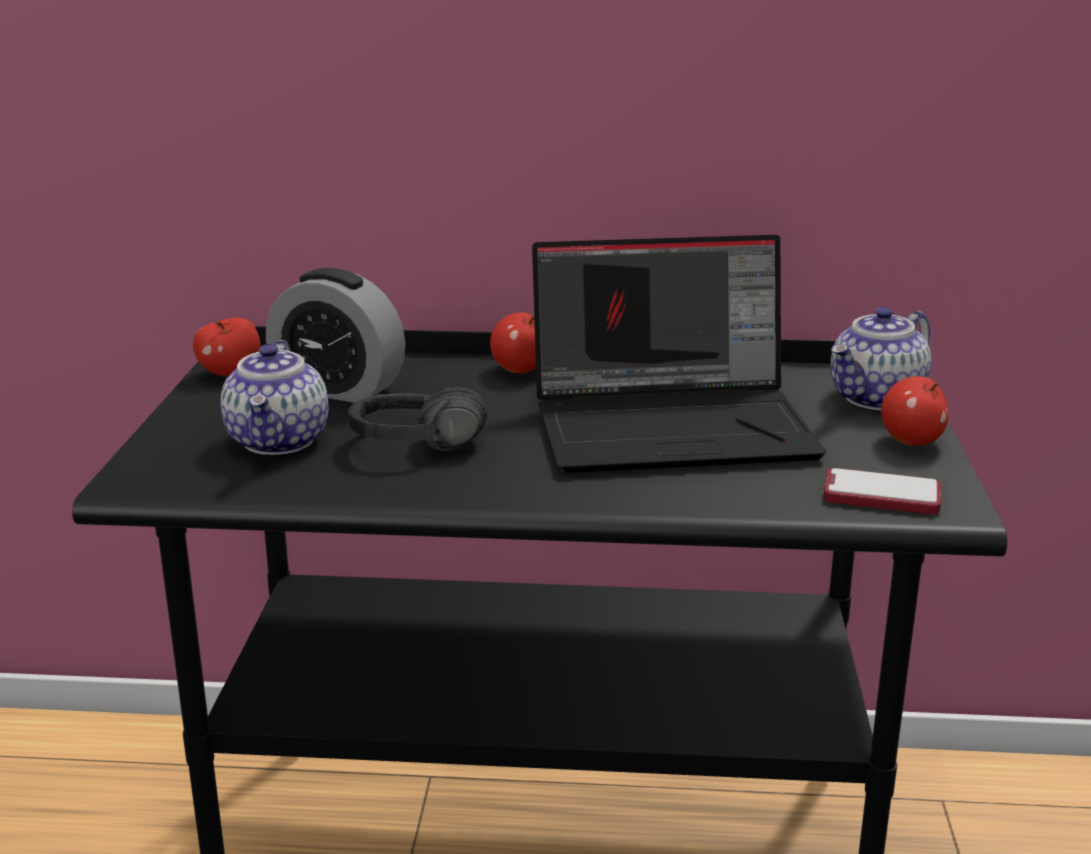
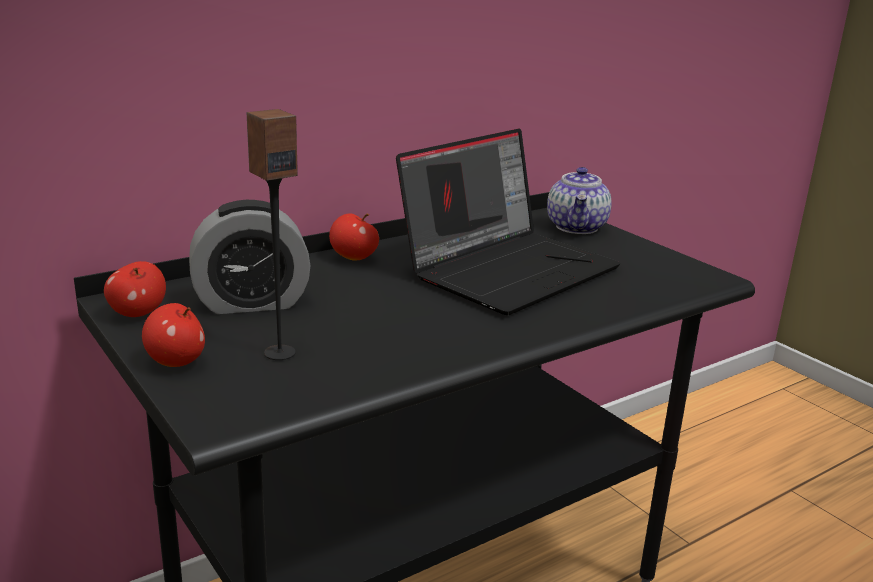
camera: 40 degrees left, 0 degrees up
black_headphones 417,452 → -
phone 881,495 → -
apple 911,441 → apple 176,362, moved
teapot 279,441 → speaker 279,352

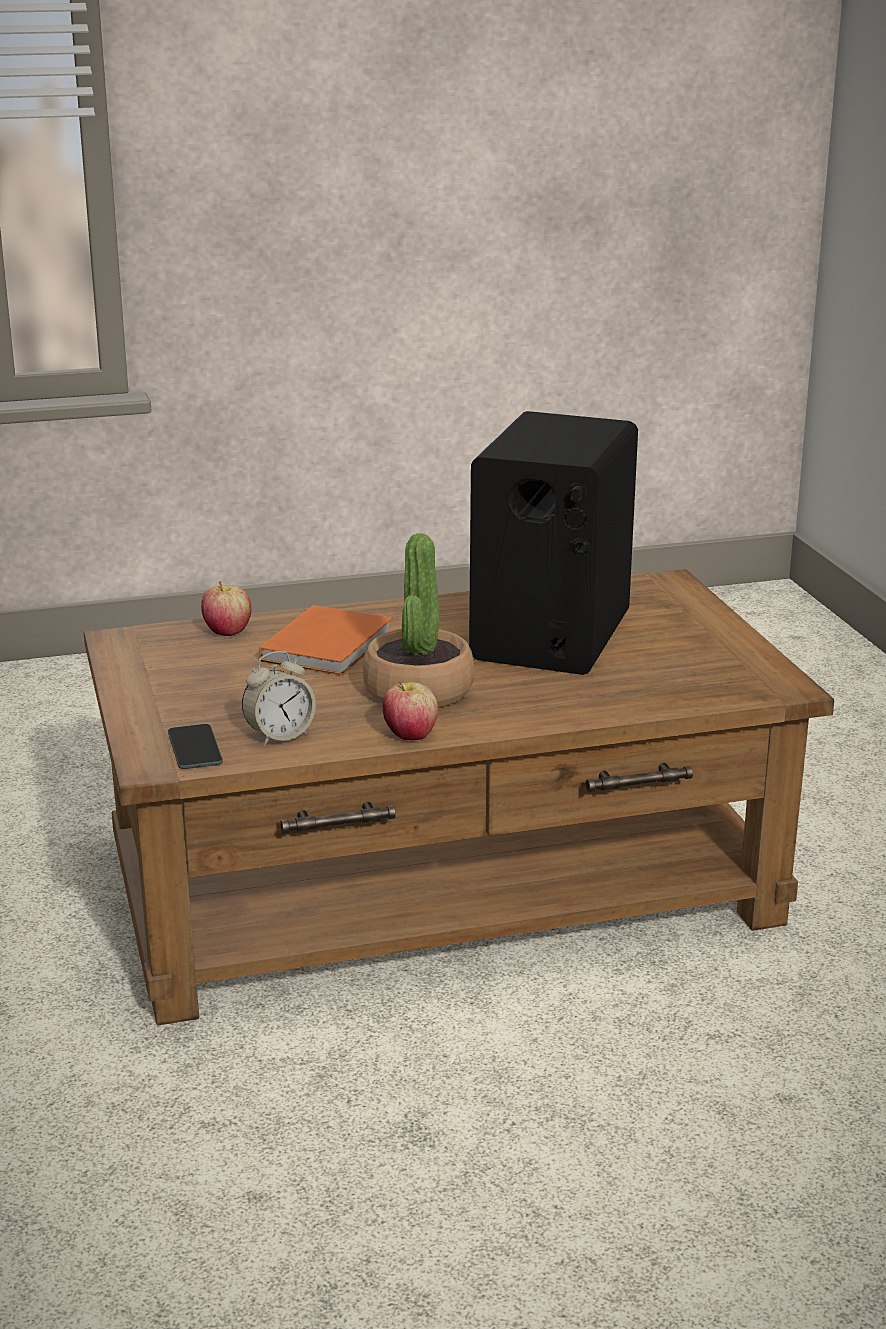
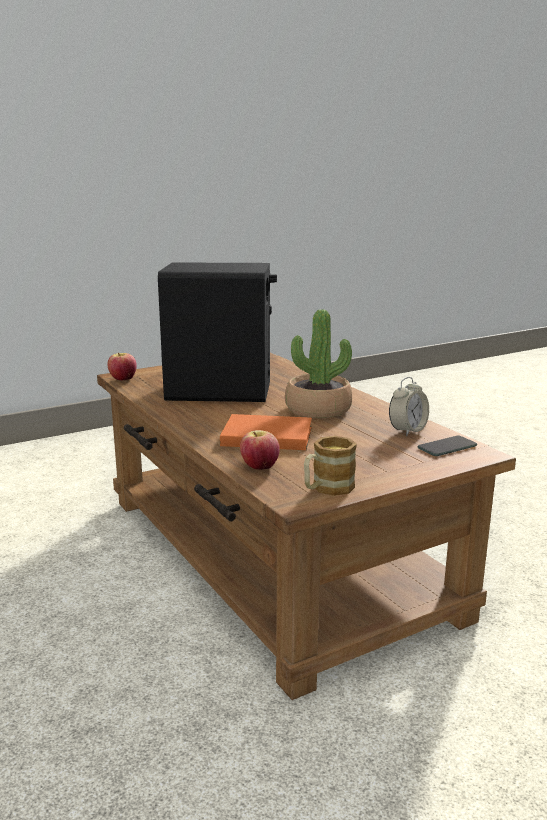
camera: 105 degrees left, 5 degrees down
- → mug 327,489
apple 410,735 → apple 123,379, moved
alarm_clock 279,735 → alarm_clock 407,430, 90 degrees clockwise

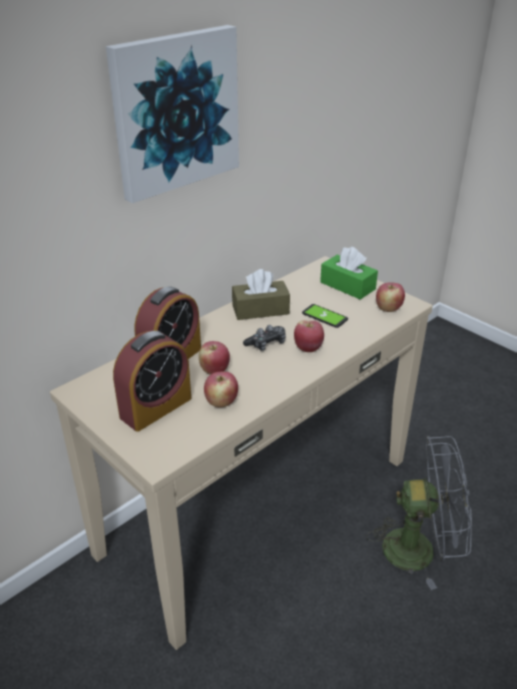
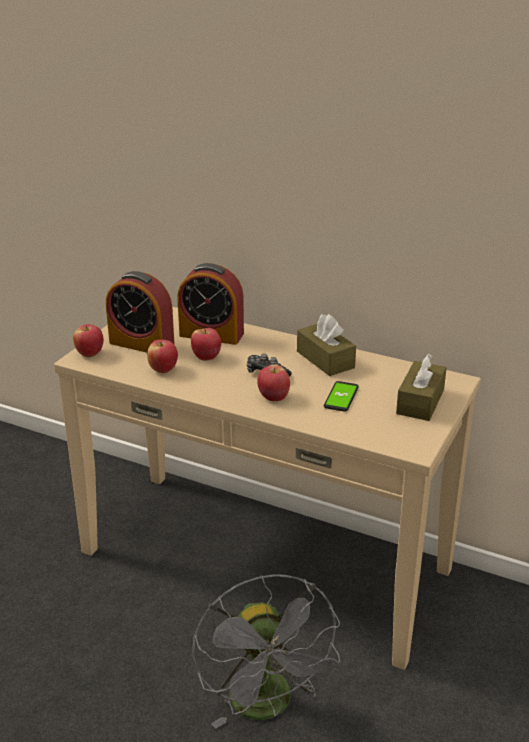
camera: 70 degrees right, 5 degrees down
picture 176,112 → -
apple 388,309 → apple 89,354, moved
green_tissue_box 347,286 → brown_tissue_box 420,401

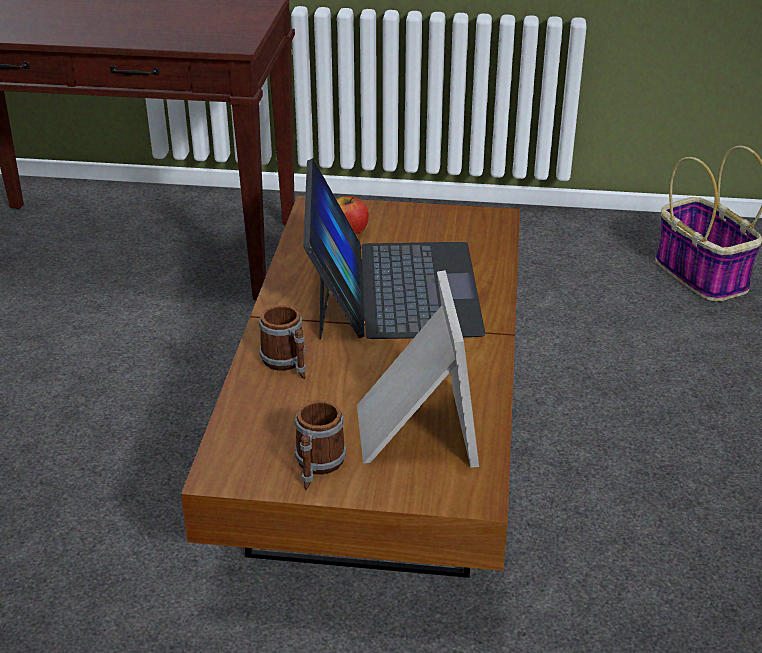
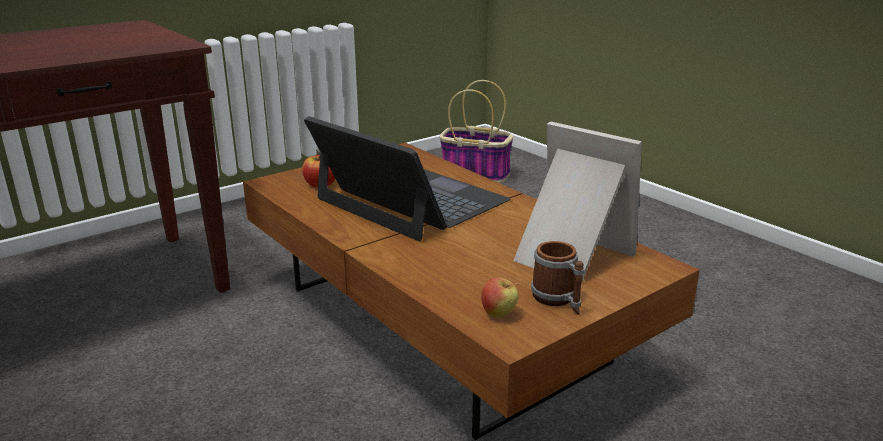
camera: 45 degrees left, 10 degrees down
mug 287,363 → -
- → apple 499,314

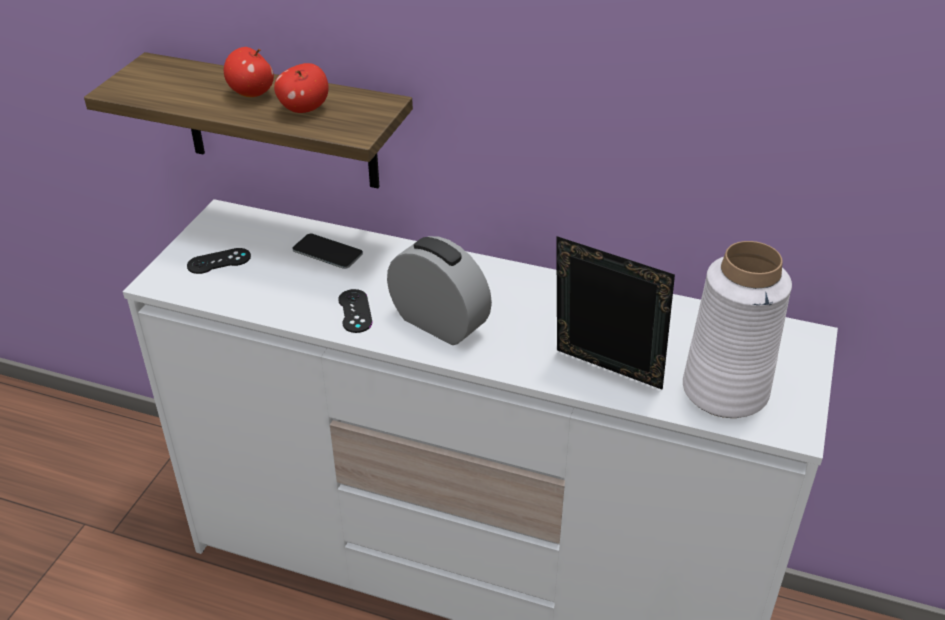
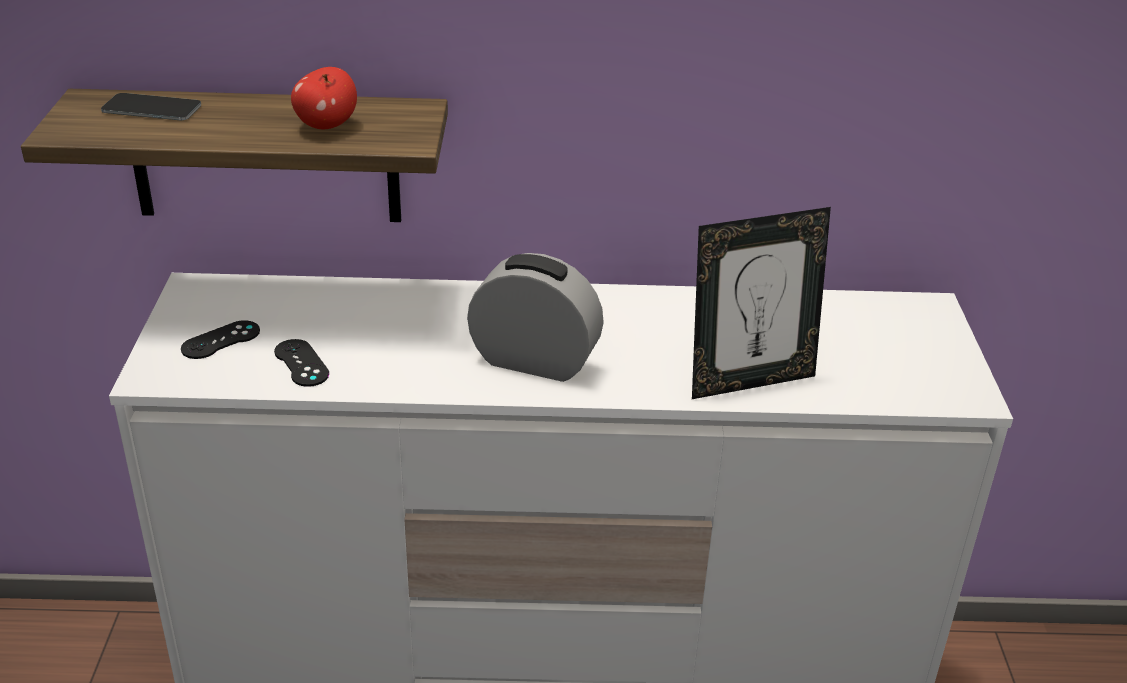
camera: 20 degrees left, 5 degrees down
apple 251,93 → -
white_vase 725,390 → -
phone 327,252 → phone 151,108, moved
black_game_controller 355,311 → black_game_controller 301,363, moved
picture_frame 604,375 → picture_frame 749,381, 150 degrees clockwise

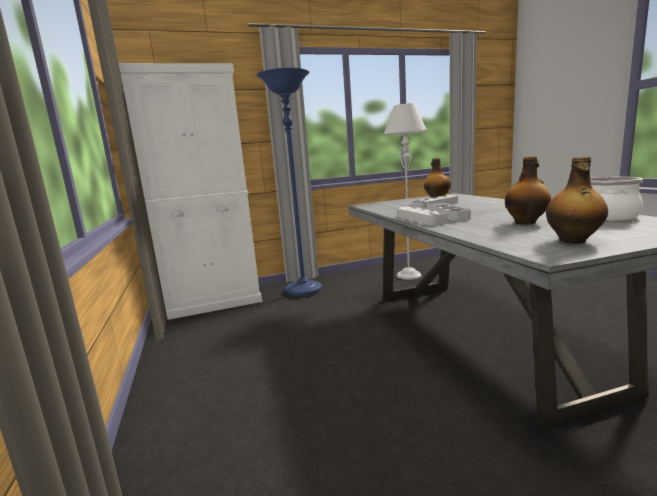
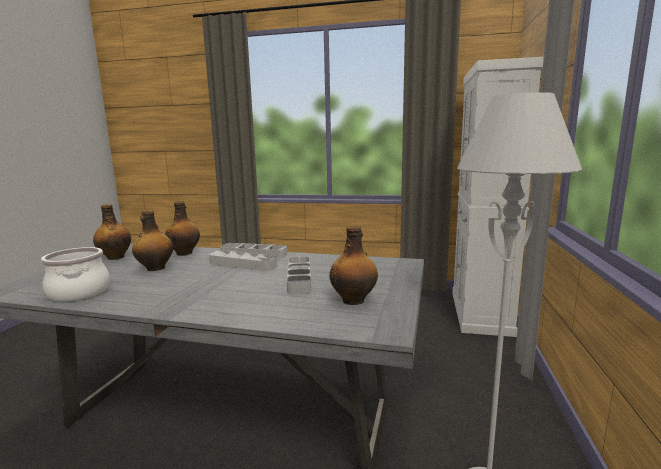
camera: 120 degrees right, 0 degrees up
blue_floor_lamp 304,290 → -
- → bottle 185,253

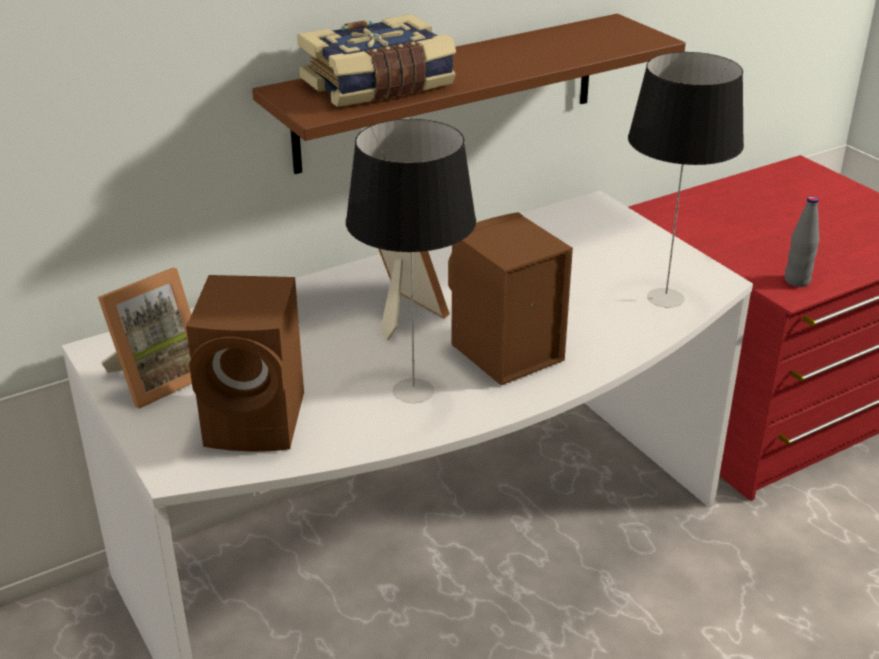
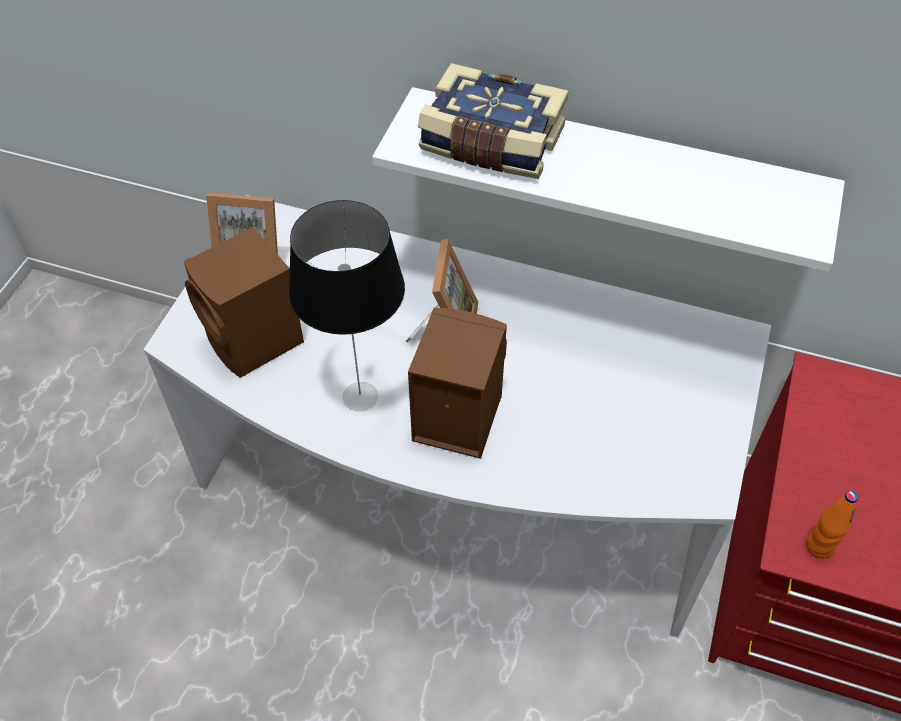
camera: 50 degrees right, 20 degrees up
table_lamp 666,297 → -
brown_shelf 449,92 → white_shelf 612,168
grey_bottle 797,281 → orange_bottle 819,546

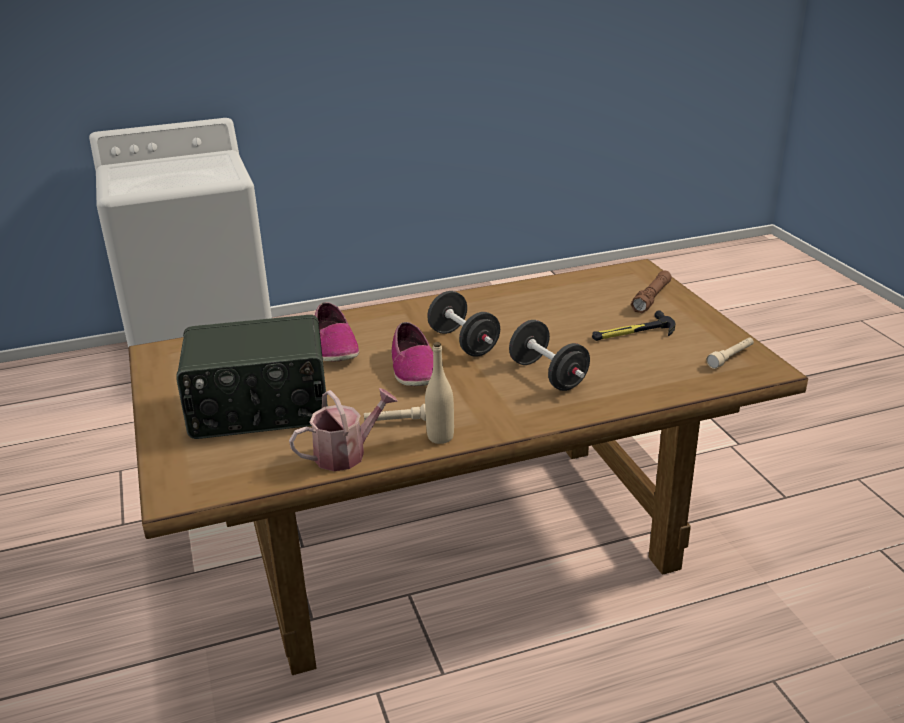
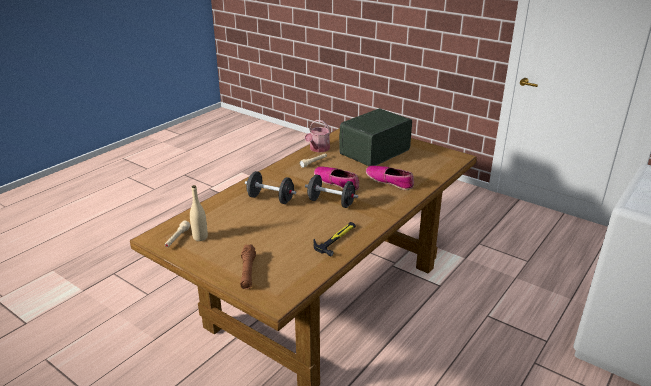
camera: 145 degrees right, 0 degrees up
beige_bottle 440,437 → beige_bottle 200,237, moved
hammer 632,332 → hammer 336,239, moved

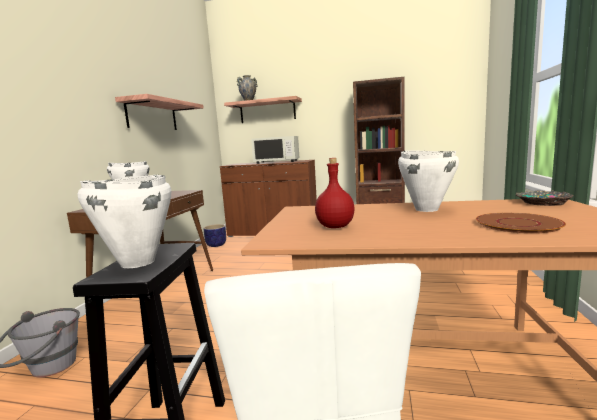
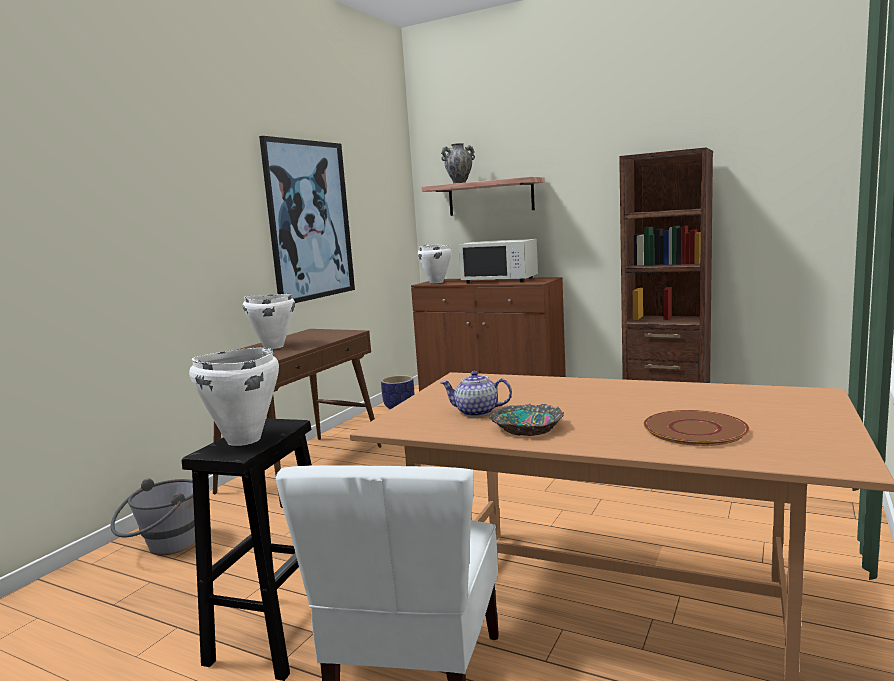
camera: 15 degrees right, 0 degrees up
white_cooking_pot 426,209 → white_cooking_pot 436,282, moved
bowl 542,202 → bowl 527,426, moved
shelf 152,115 → picture 310,220
red_bottle 336,226 → teapot 476,412

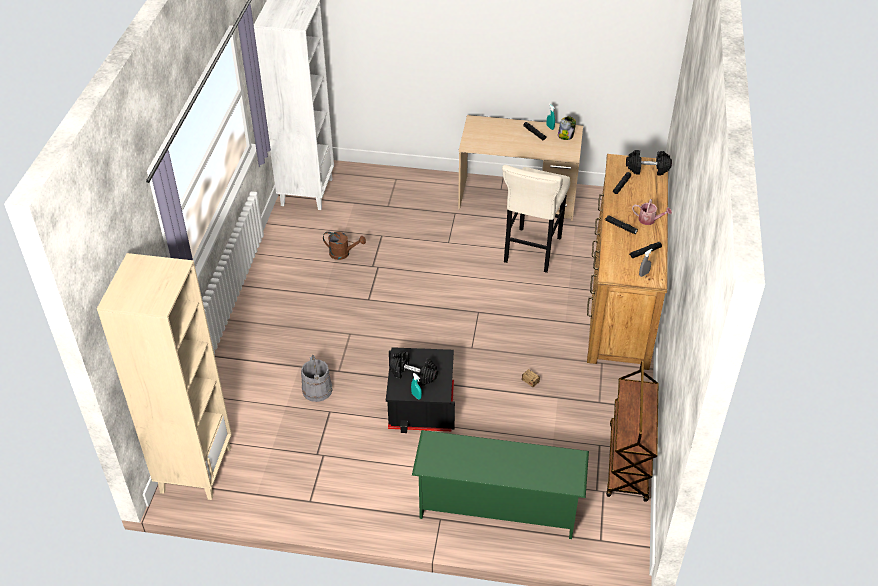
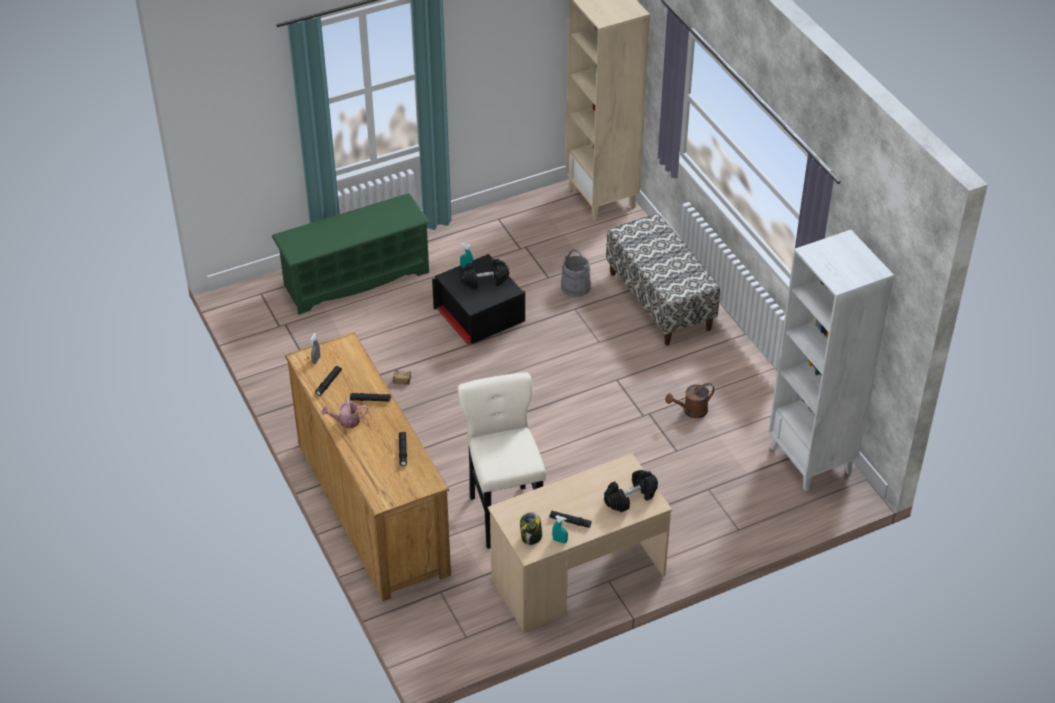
camera: 145 degrees right, 0 degrees up
brown_cart 628,463 → -
- → bench 660,301
black_dumbbell 647,169 → black_dumbbell 630,497, moved

